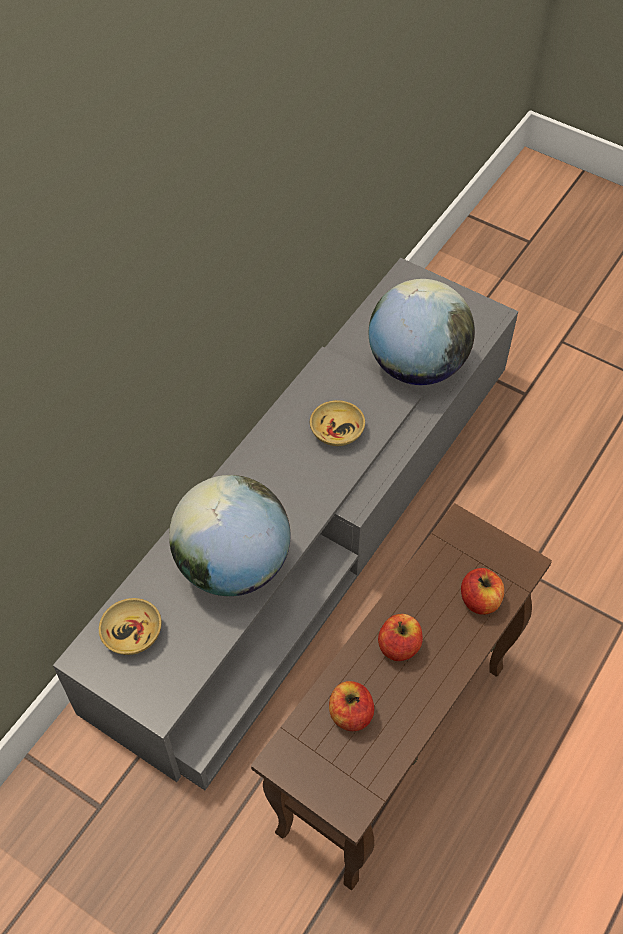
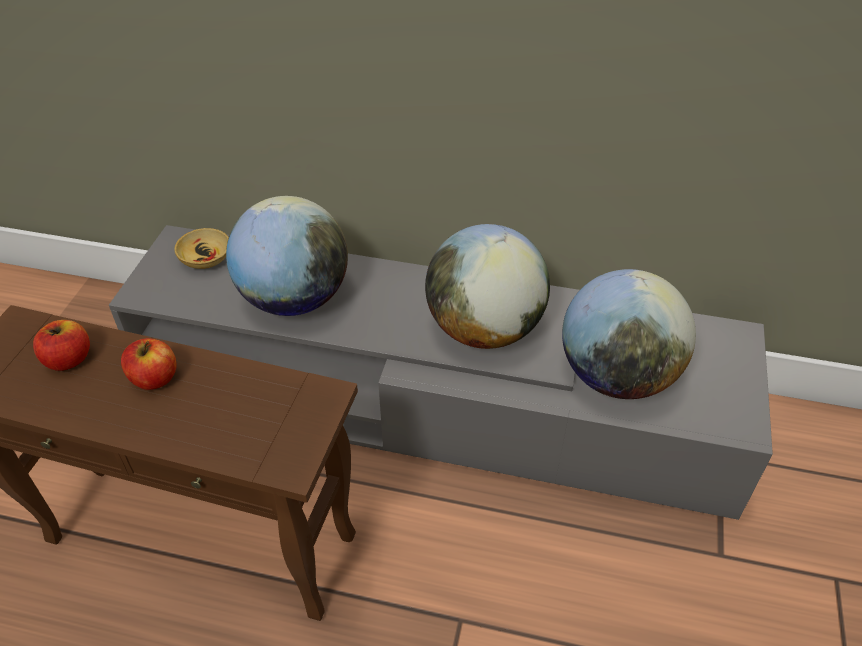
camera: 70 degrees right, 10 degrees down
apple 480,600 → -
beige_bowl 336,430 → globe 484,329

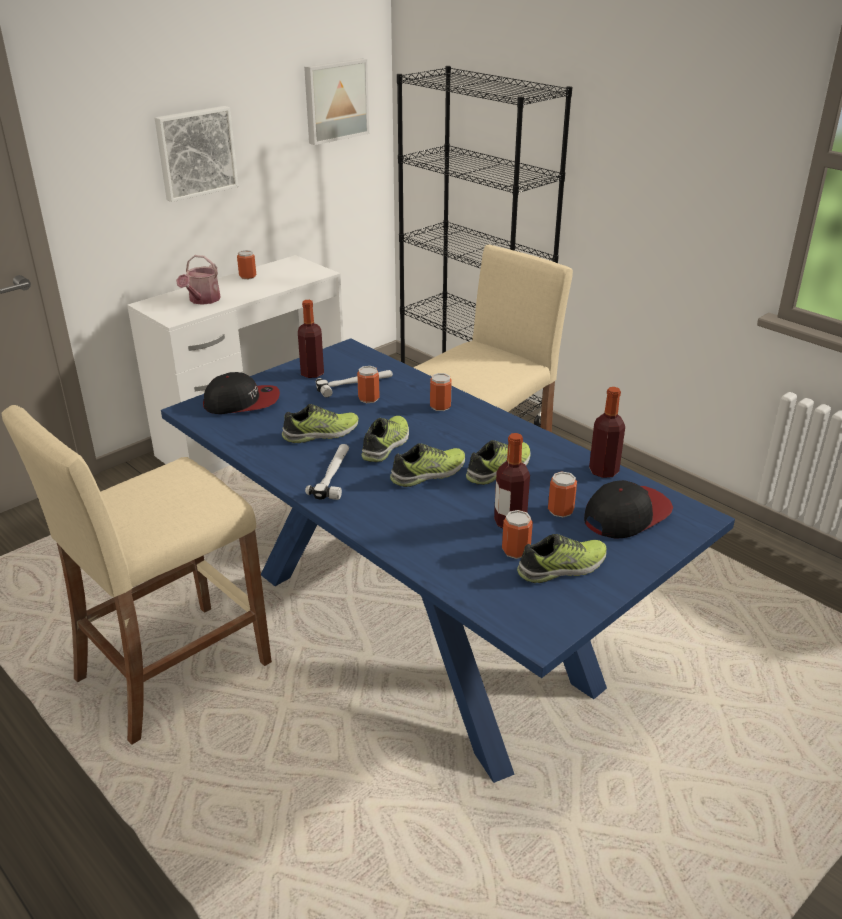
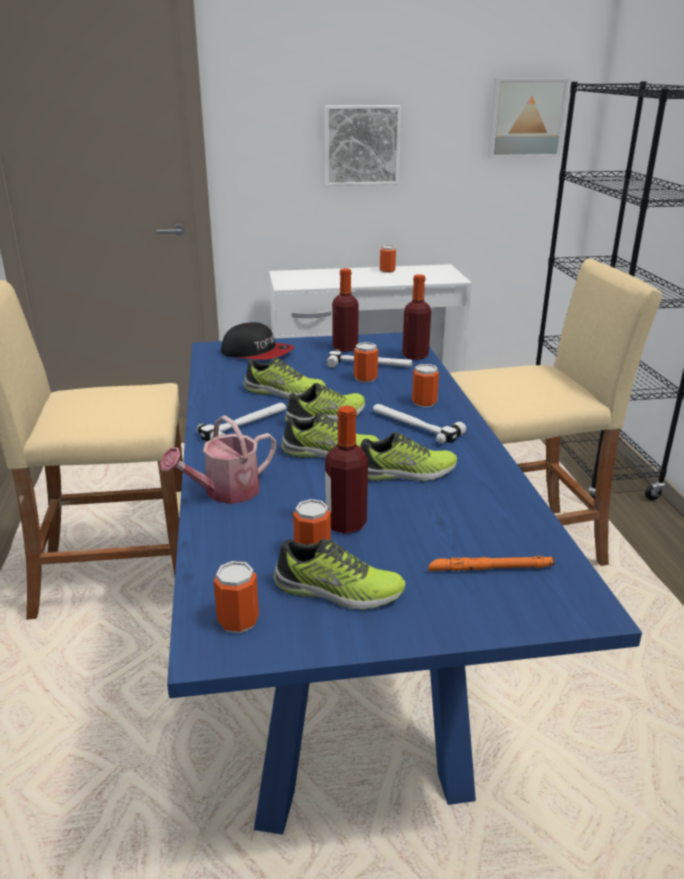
camera: 35 degrees right, 5 degrees down
- → hammer 414,426
watering_can 202,300 → watering_can 225,492, moved
can 560,510 → can 238,621, moved
bottle 603,471 → bottle 415,356, moved
cap 626,515 → orange_flashlight 491,568

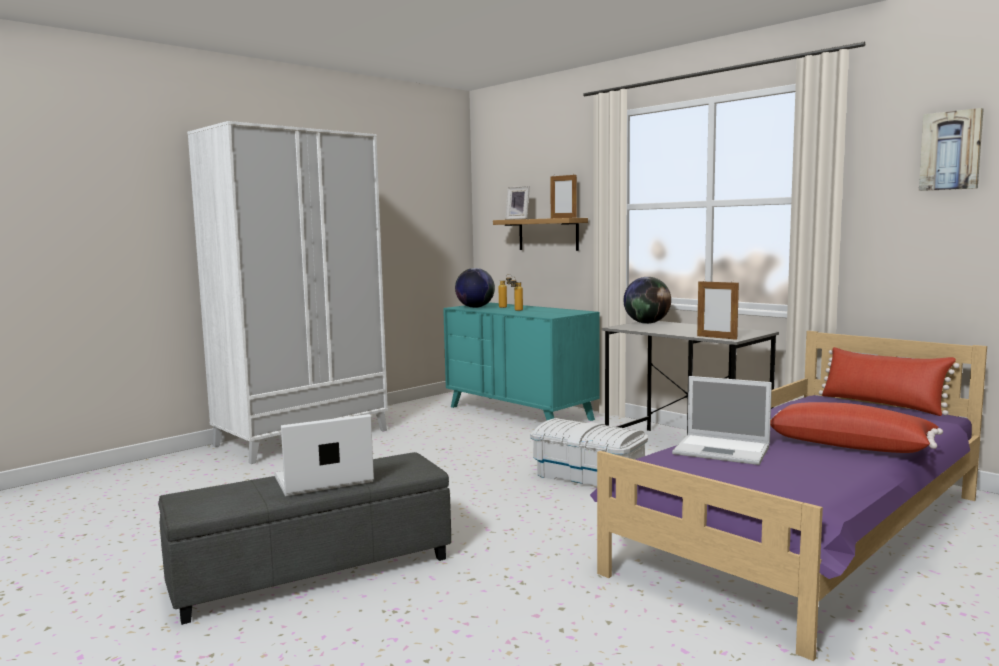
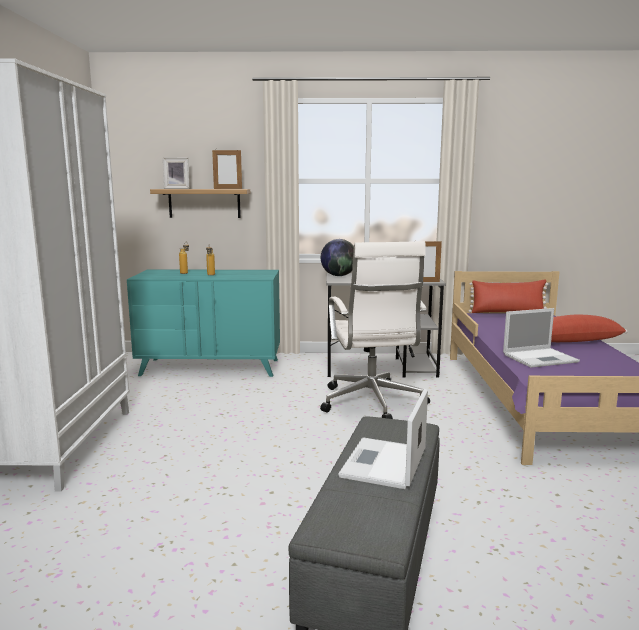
camera: 45 degrees left, 5 degrees up
globe 475,307 → -
picture 951,151 → -
white_storage_box 588,477 → white_office_chair 372,403

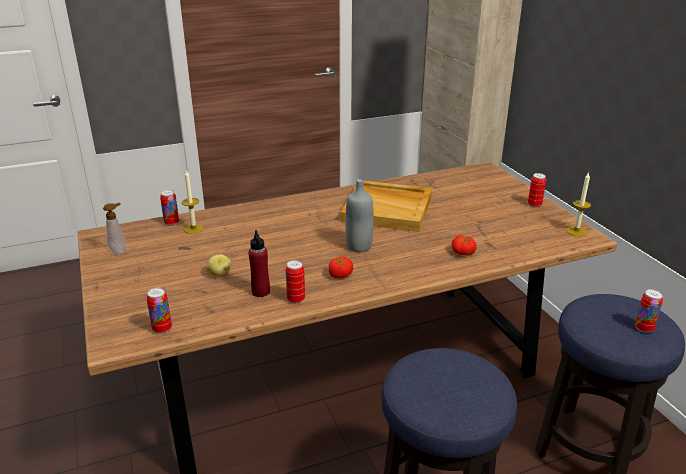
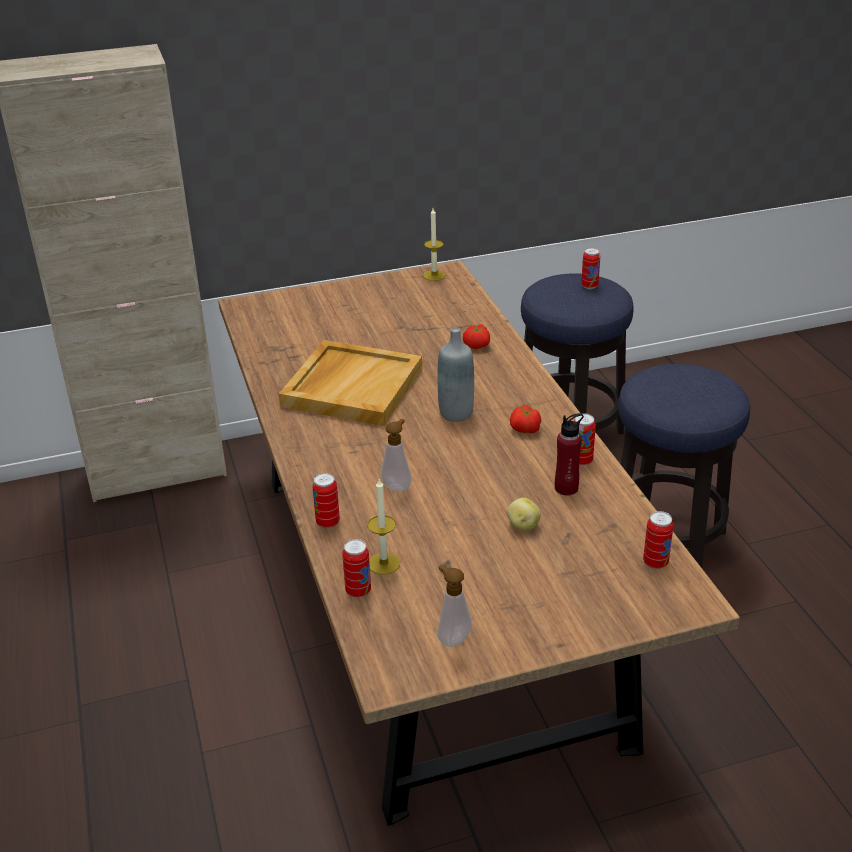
camera: 85 degrees left, 5 degrees up
- → soap_dispenser 398,486
can 534,205 → can 328,522, moved

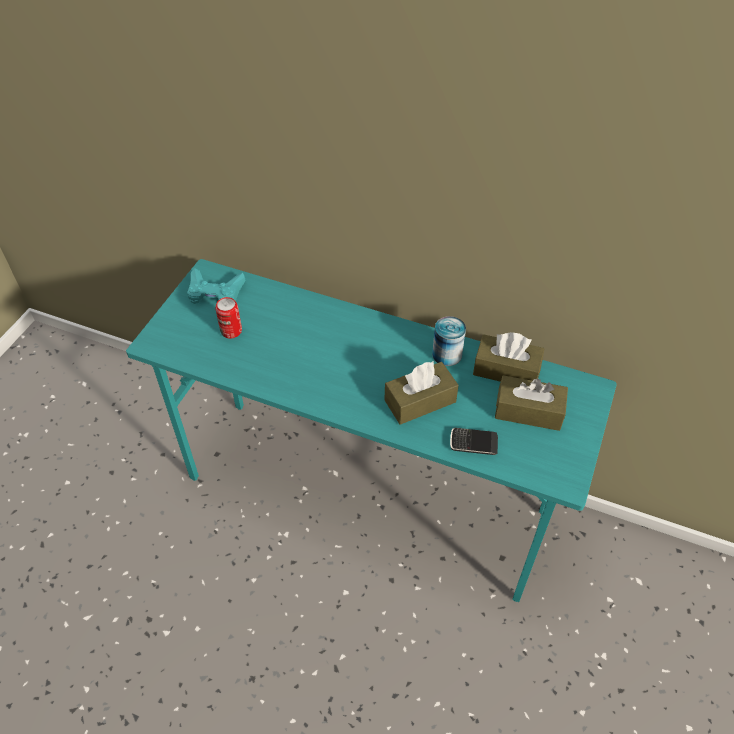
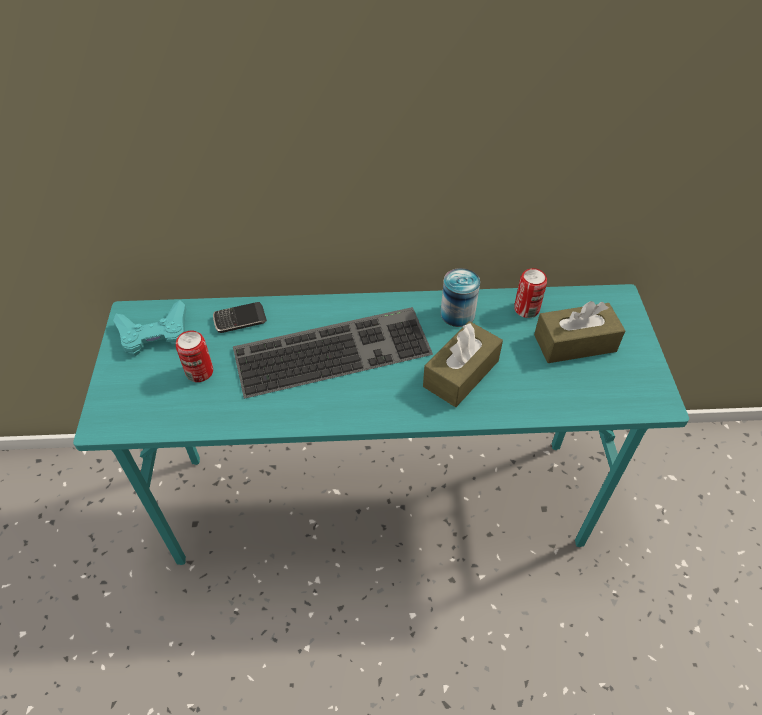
camera: 25 degrees left, 0 degrees up
- → keyboard 334,348
phone 473,443 → phone 240,320, moved
brown_tissue_box 506,370 → can 526,309

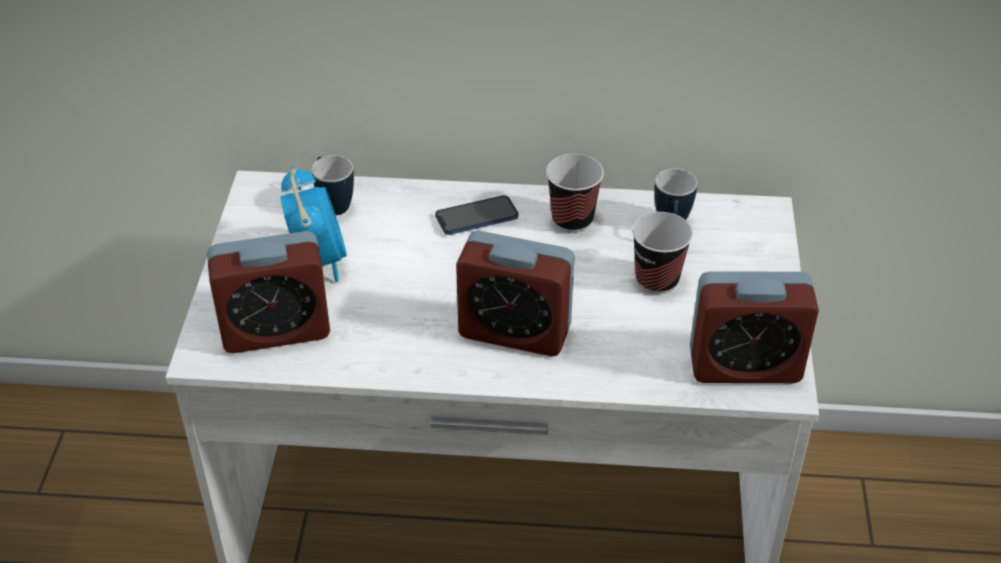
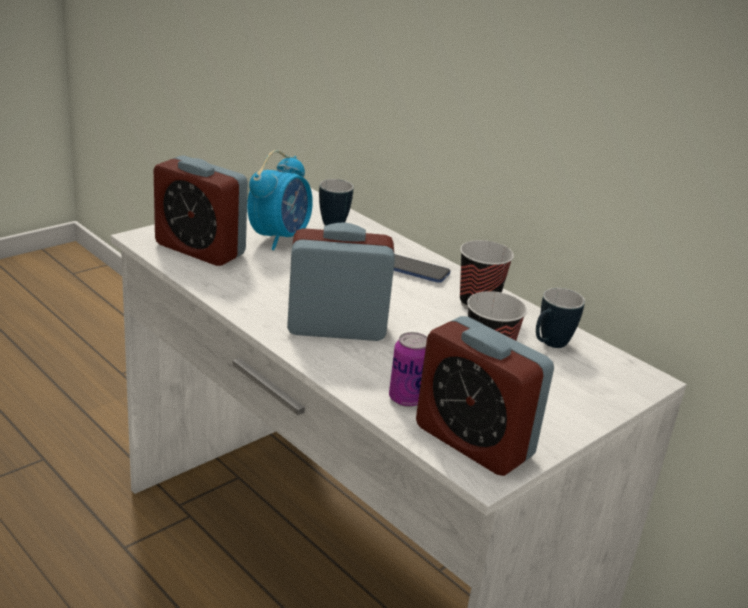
camera: 40 degrees right, 15 degrees down
- → can 406,399
alarm_clock 514,331 → alarm_clock 336,327, 120 degrees clockwise

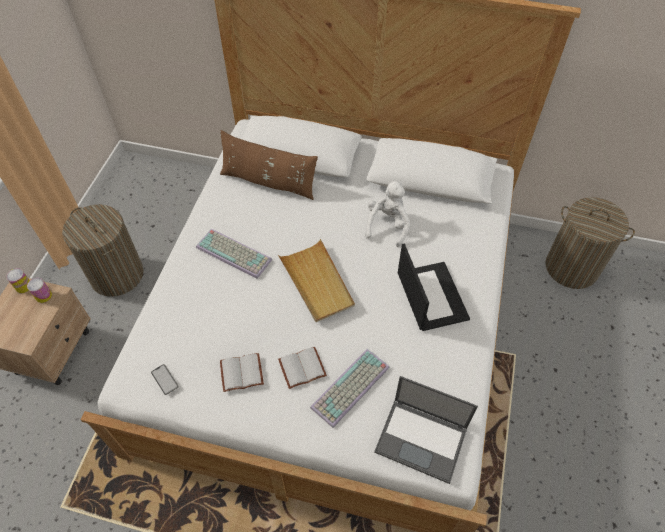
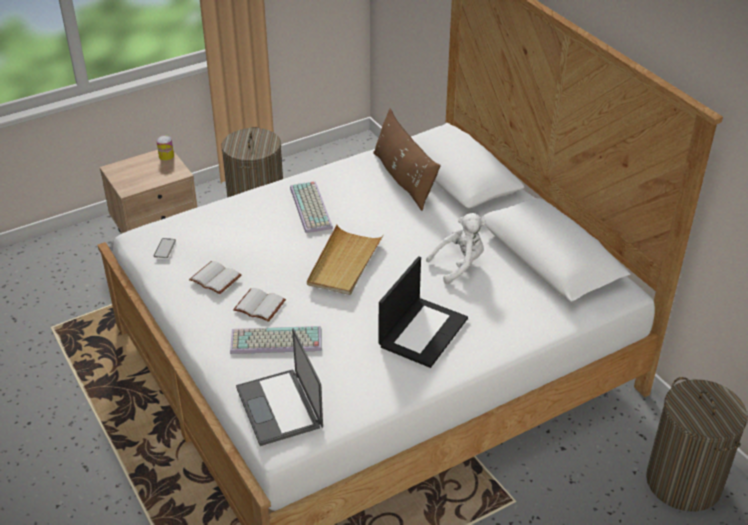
camera: 45 degrees right, 15 degrees down
can 43,296 → -

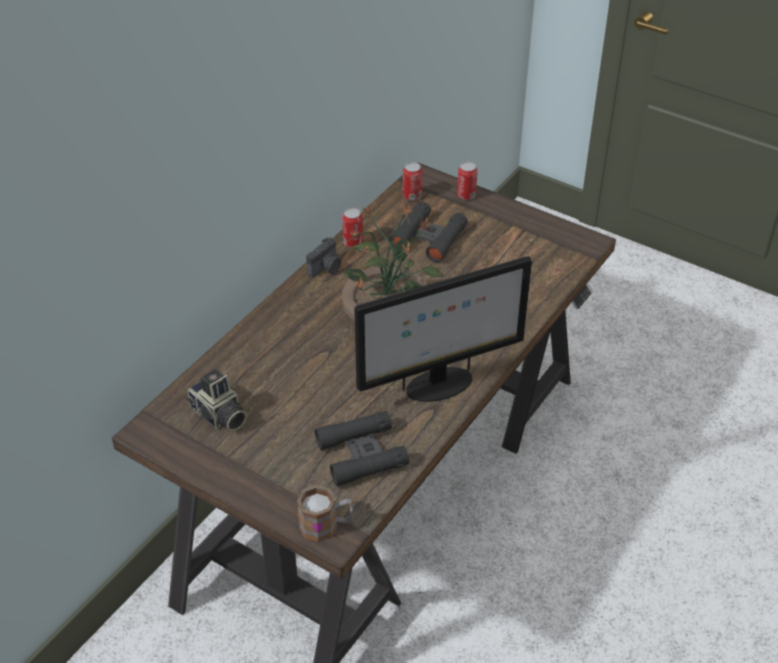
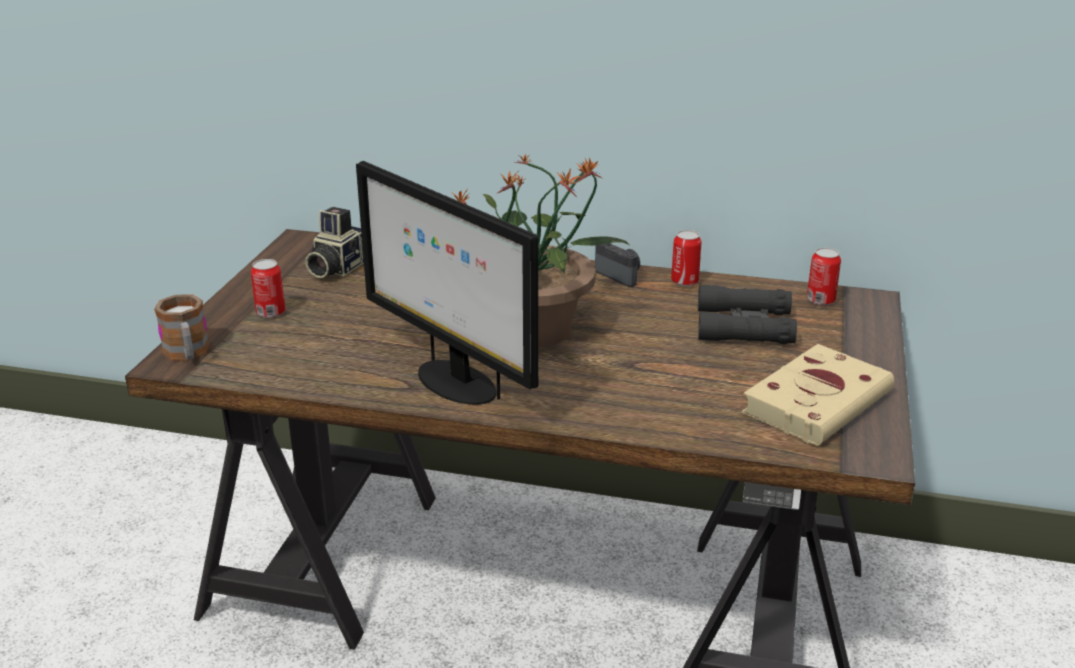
camera: 70 degrees right, 15 degrees down
black_binoculars 361,454 → -
- → beige_book 819,401
can 466,195 → can 271,313, moved
photo_camera 326,268 → photo_camera 620,275, 150 degrees counterclockwise

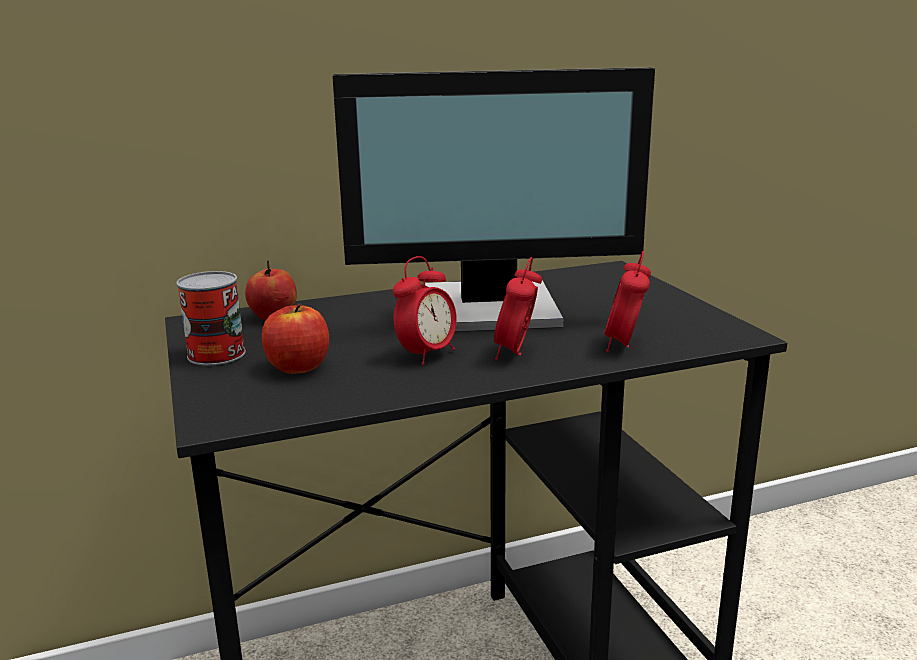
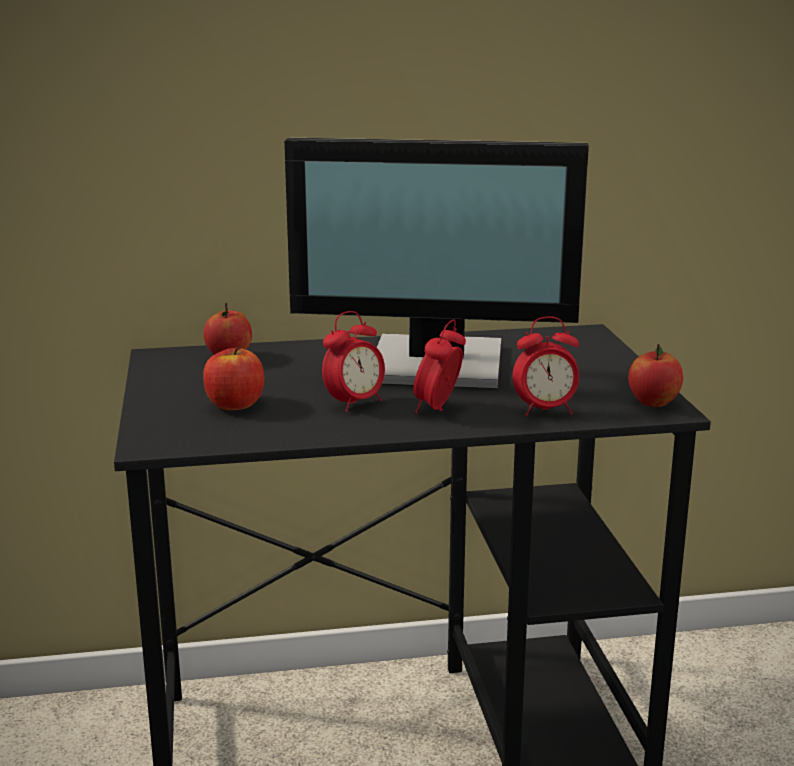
camera: 10 degrees right, 0 degrees up
can 216,354 → -
- → apple 653,403
alarm_clock 624,346 → alarm_clock 545,411, 120 degrees counterclockwise

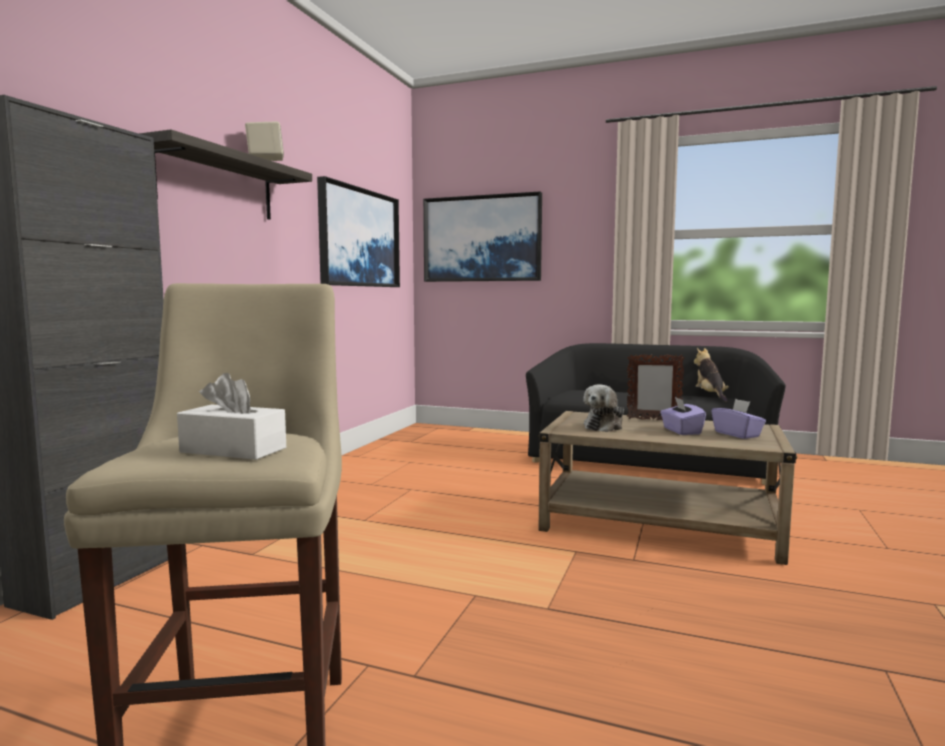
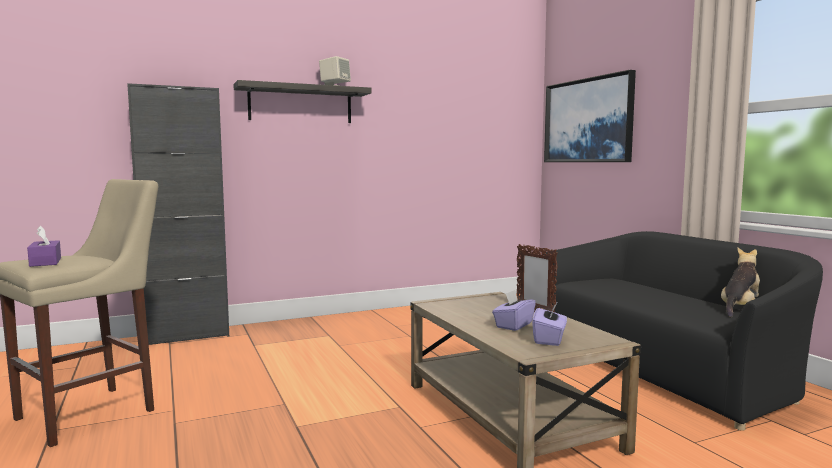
camera: 45 degrees right, 0 degrees up
picture 359,238 → -
plush_toy 604,426 → -
white_tissue_box 233,450 → purple_tissue_box 45,262

